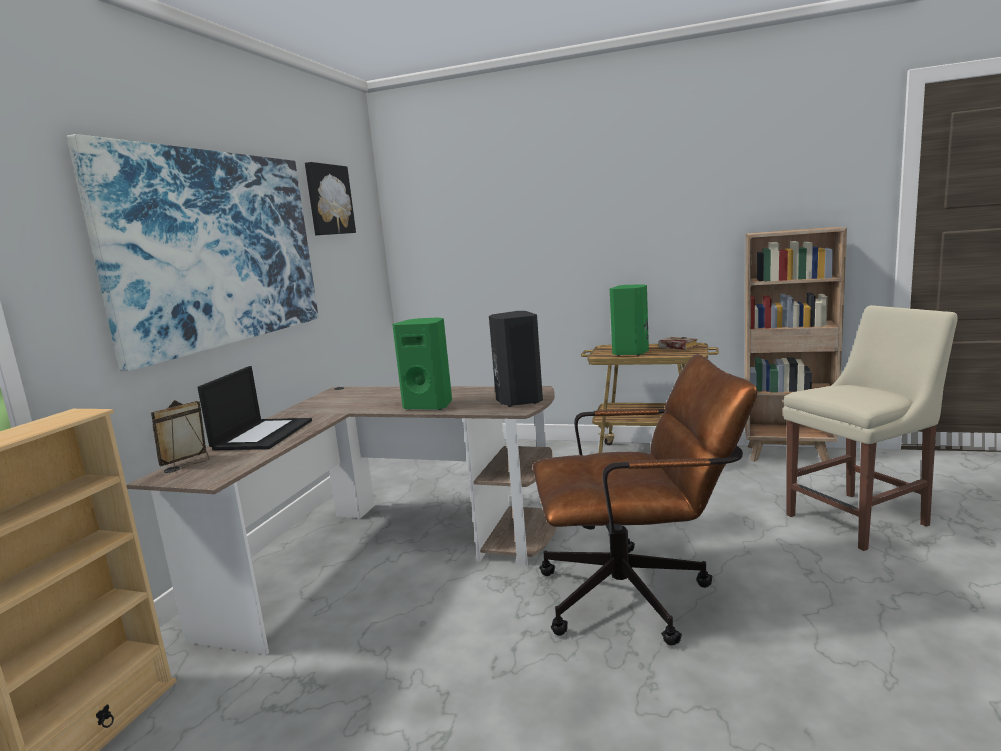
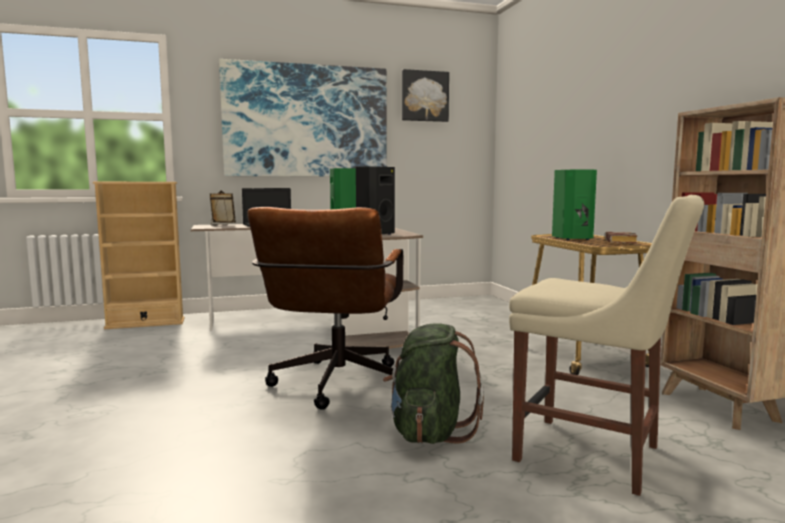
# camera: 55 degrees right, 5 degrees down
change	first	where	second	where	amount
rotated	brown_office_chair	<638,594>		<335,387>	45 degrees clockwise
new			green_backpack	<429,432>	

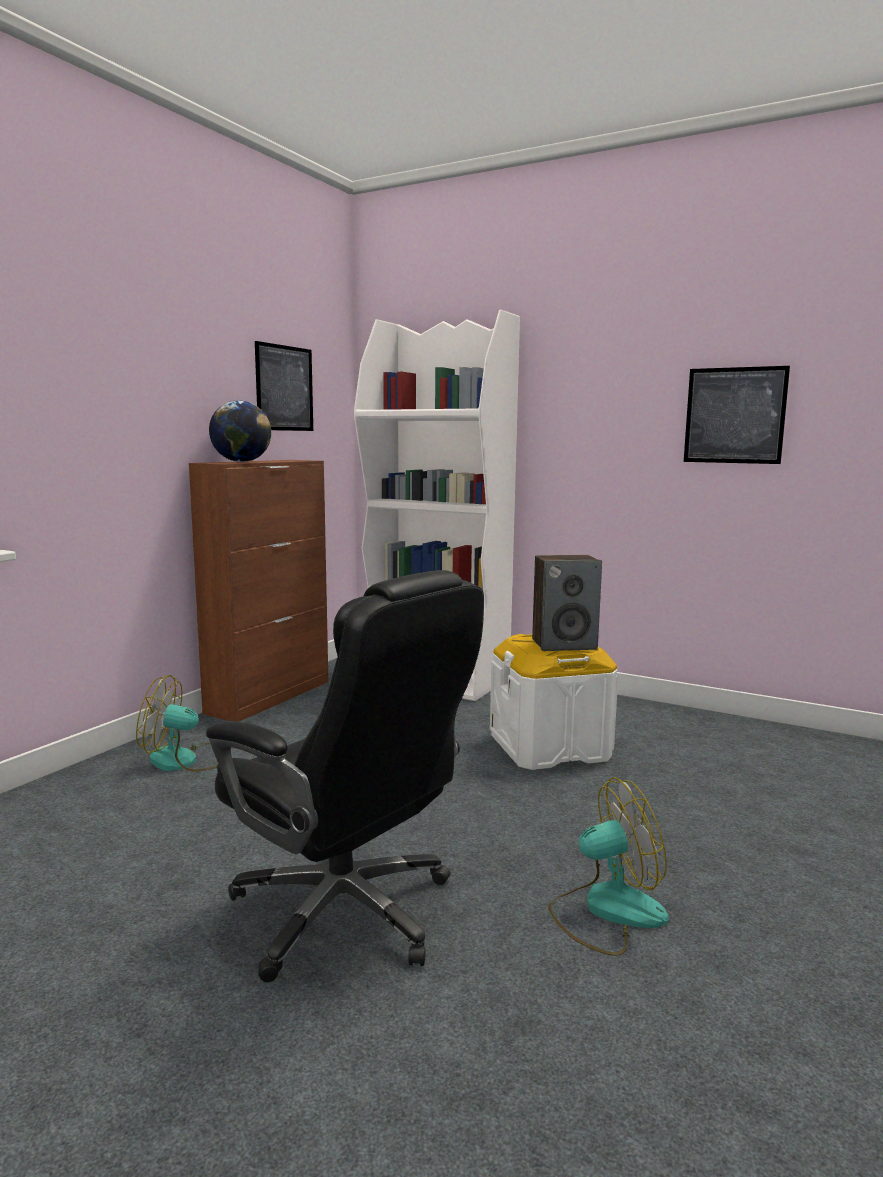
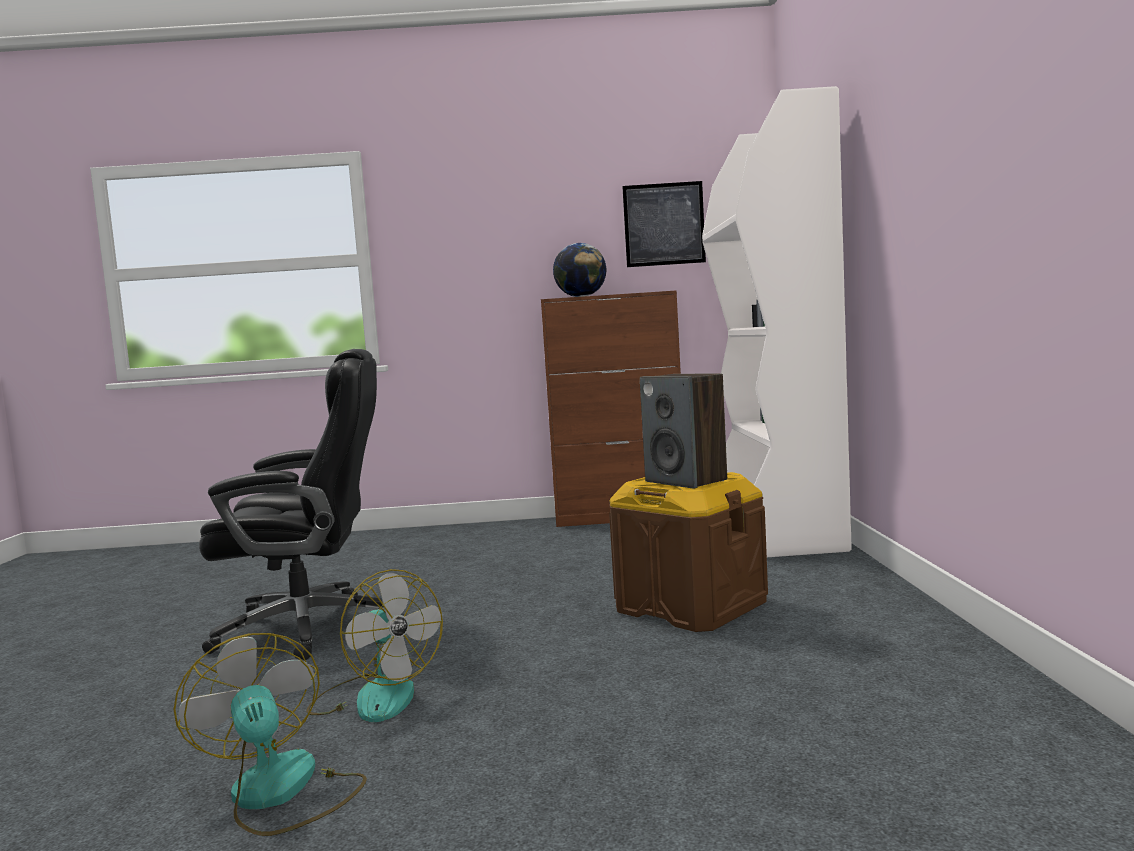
# camera: 60 degrees right, 5 degrees down
change	first	where	second	where	amount
shifted	fan	<185,760>		<280,793>	
rotated	black_office_chair	<347,913>		<309,627>	105 degrees counterclockwise
repainted	white_storage_box	<549,747>	brown_storage_box	<691,606>	
gone	picture	<734,415>			

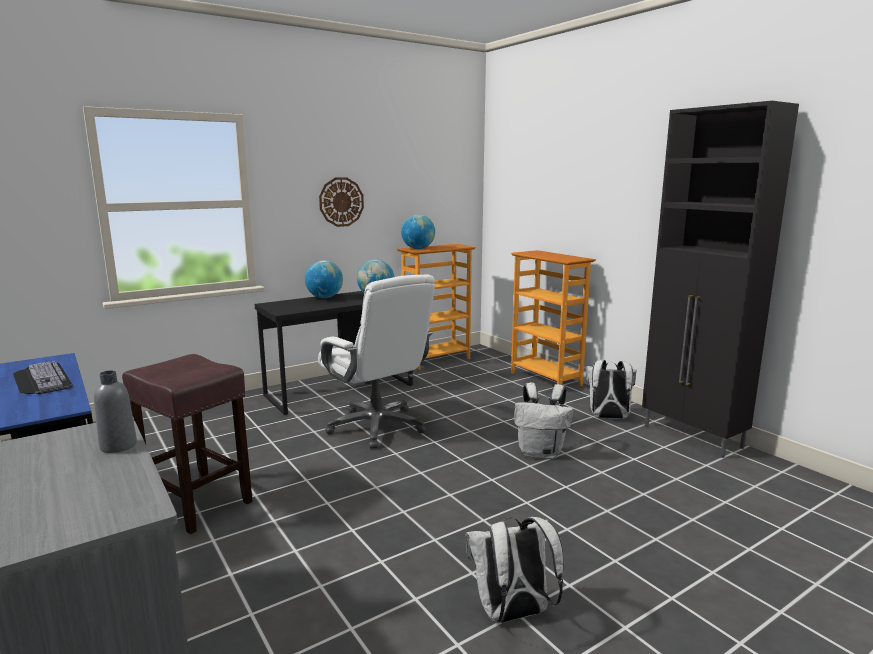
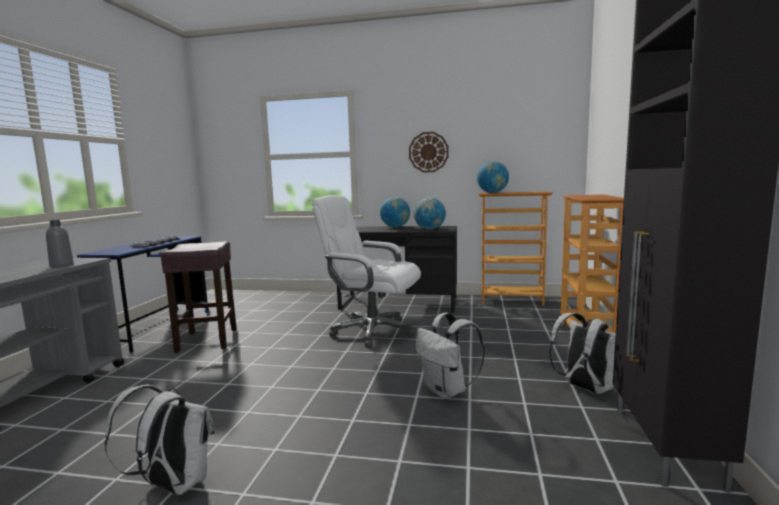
# camera: 45 degrees right, 5 degrees down
change	first	where	second	where	amount
rotated	white_office_chair	<377,427>		<371,332>	105 degrees clockwise

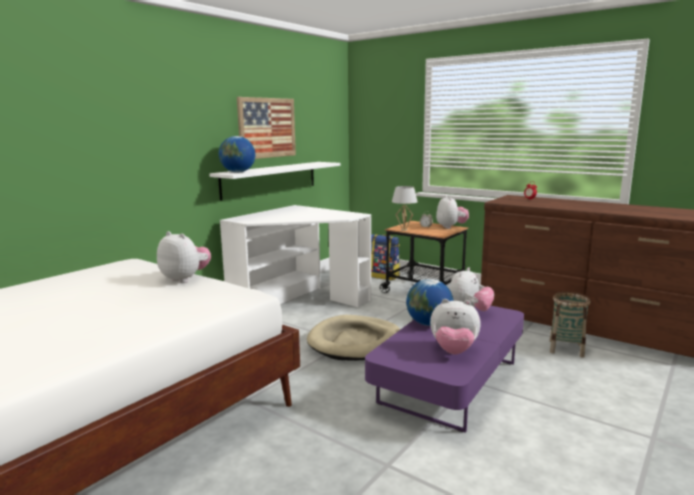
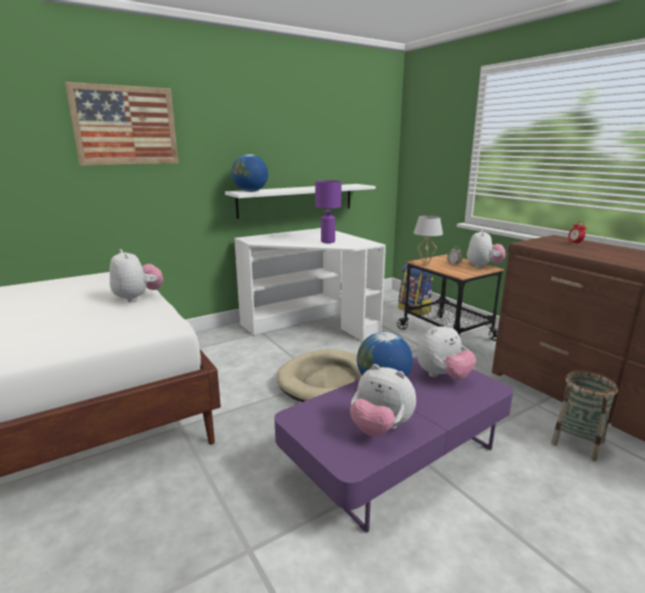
# camera: 20 degrees right, 5 degrees up
change	first	where	second	where	amount
shifted	picture	<267,128>		<125,126>	
new			purple_table_lamp	<328,242>	

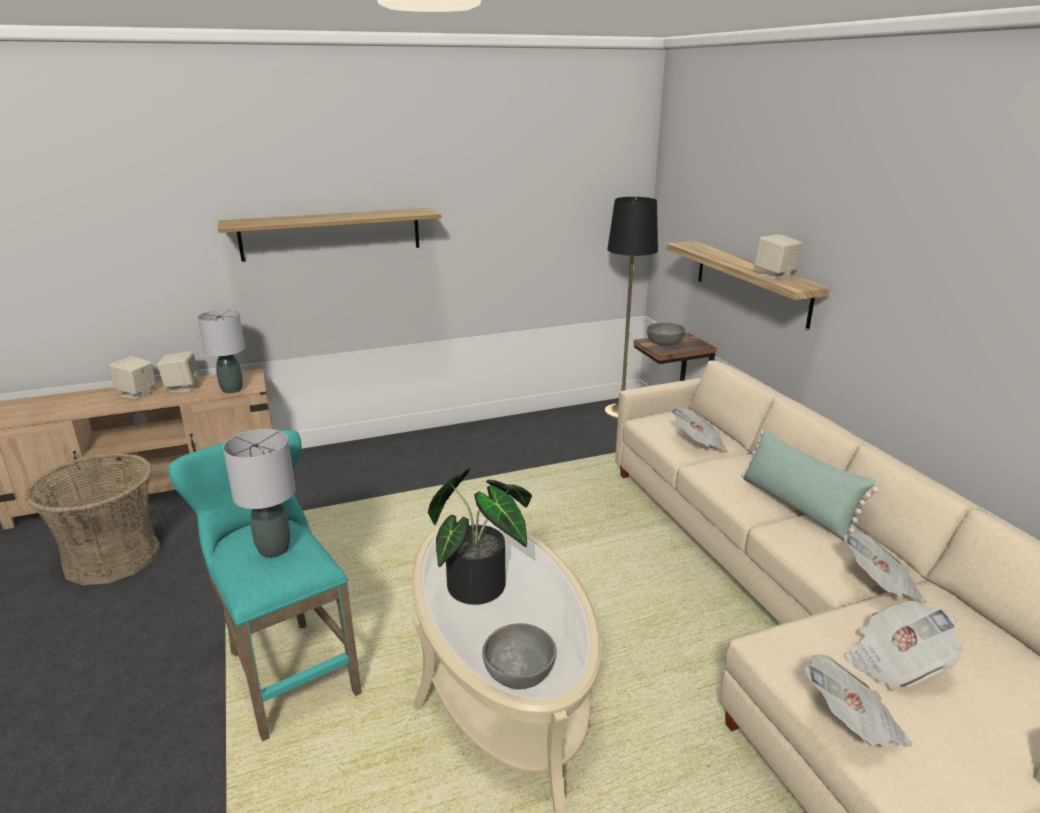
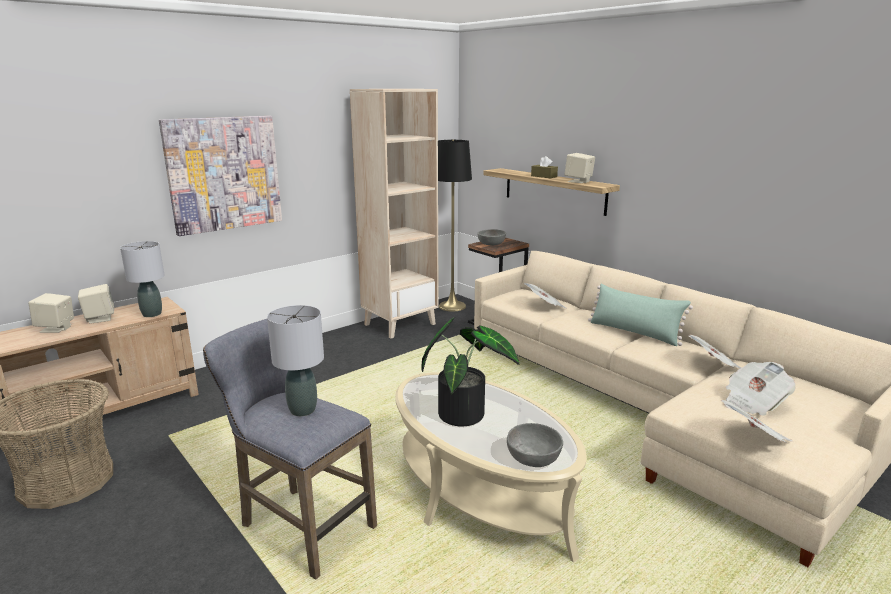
# camera: 20 degrees left, 5 degrees down
change	first	where	second	where	amount
swapped	shelf	<331,234>	picture	<224,173>	
repainted	turquoise_stool	<287,669>	grey_stool	<301,525>	
new			beige_bookcase	<400,324>	
new			brown_tissue_box	<544,176>	

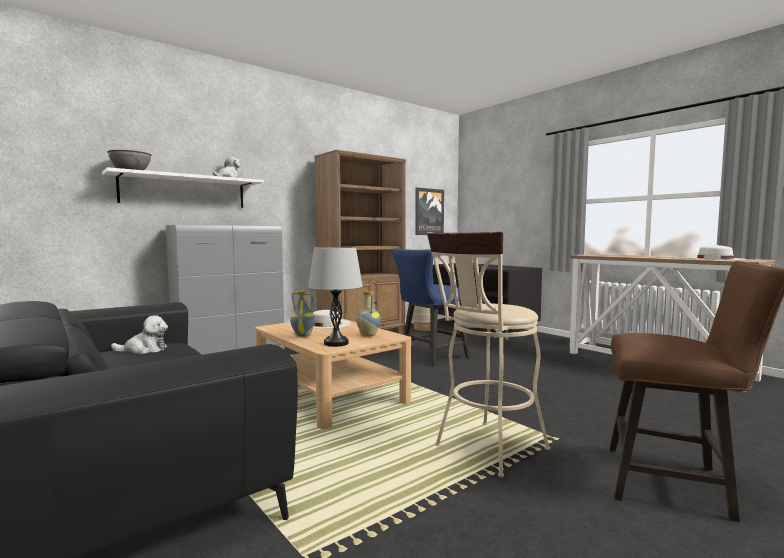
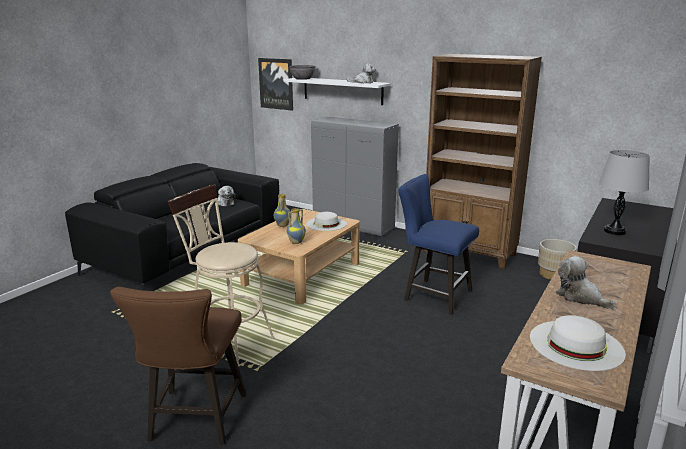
# camera: 70 degrees right, 15 degrees up
change	first	where	second	where	amount
shifted	picture	<429,212>		<276,84>	
new			plush_toy	<580,297>	
shifted	grey_table_lamp	<336,343>		<614,231>	

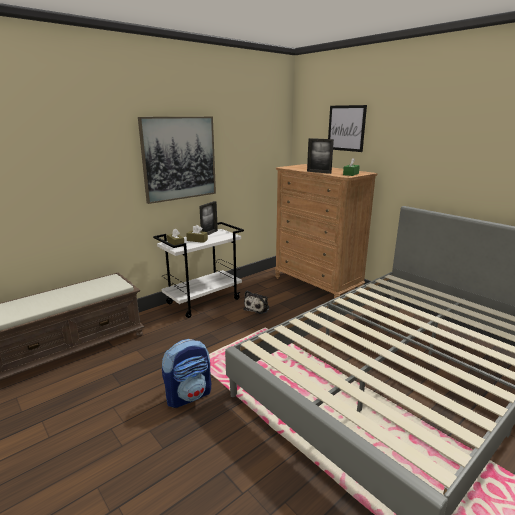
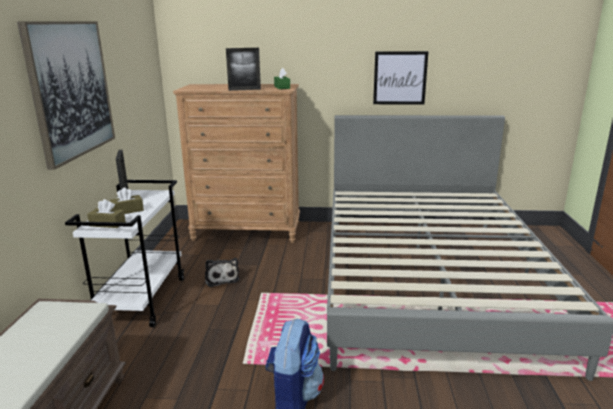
# camera: 45 degrees left, 0 degrees up
change	first	where	second	where	amount
shifted	picture	<346,128>		<400,78>	

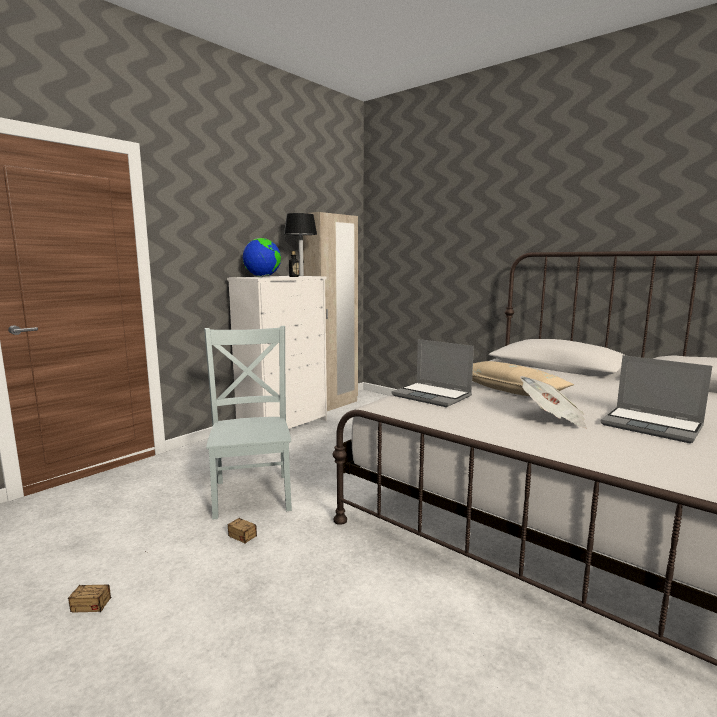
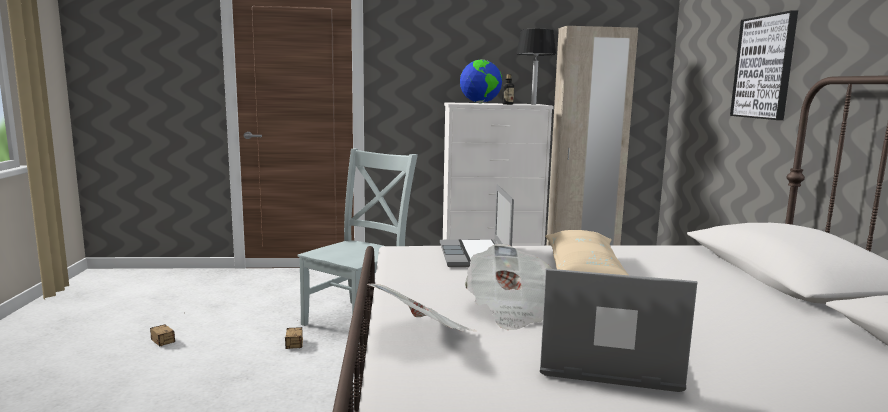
# camera: 45 degrees right, 0 degrees up
change	first	where	second	where	amount
new			newspaper	<422,336>	
rotated	laptop	<653,426>		<606,362>	105 degrees clockwise
new			picture	<764,67>	

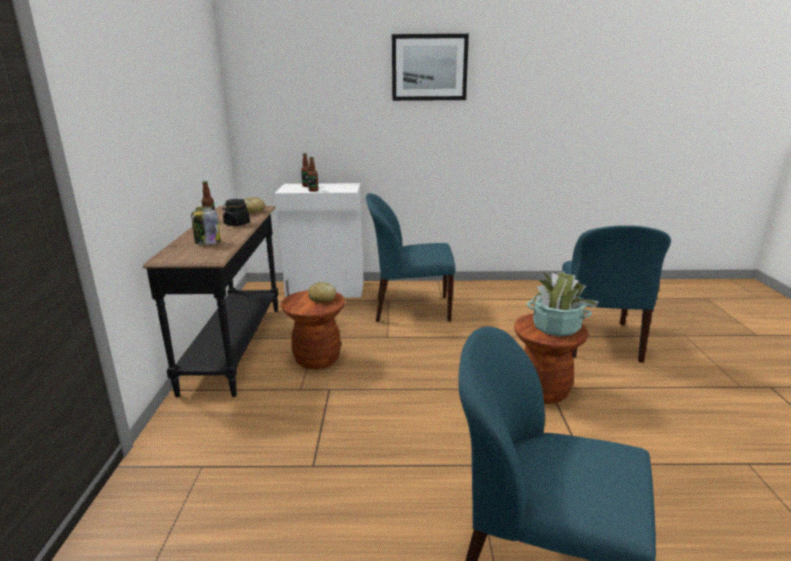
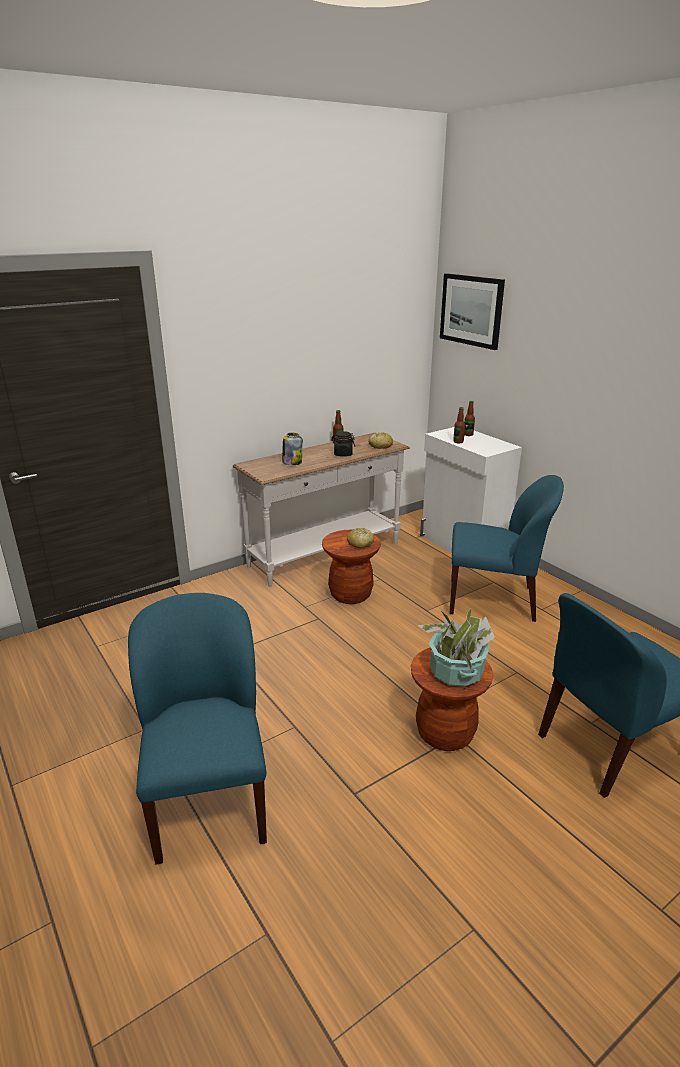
# camera: 55 degrees right, 5 degrees up
change	first	where	second	where	amount
repainted	black_console_table	<236,347>	white_console_table	<325,555>	
shifted	picture	<429,67>		<471,310>	
rotated	blue_chair	<410,309>		<493,600>	135 degrees clockwise

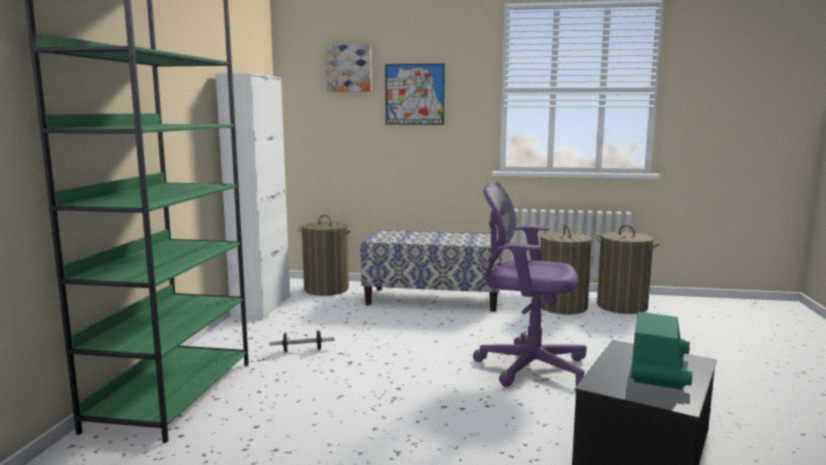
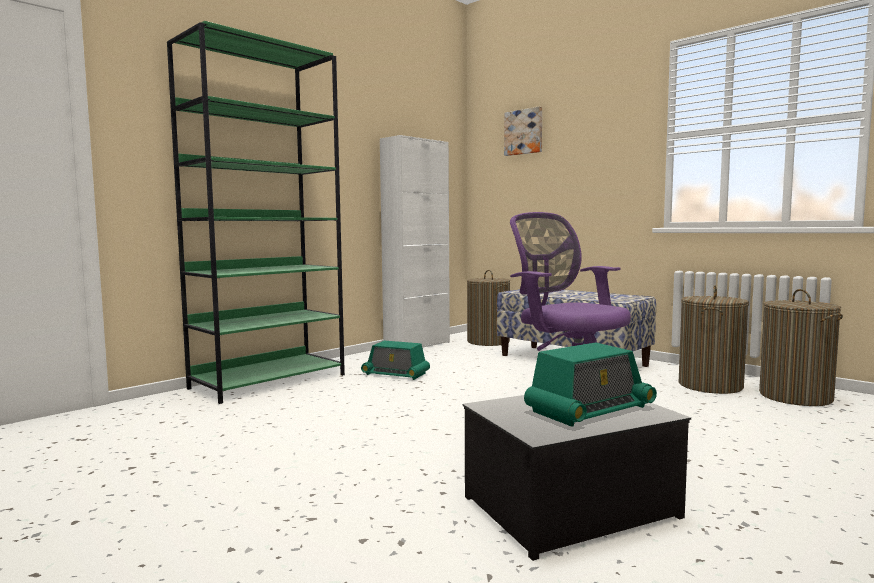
# camera: 35 degrees right, 5 degrees down
change	first	where	second	where	amount
swapped	dumbbell	<302,350>	radio	<395,374>	
gone	picture	<414,94>			

